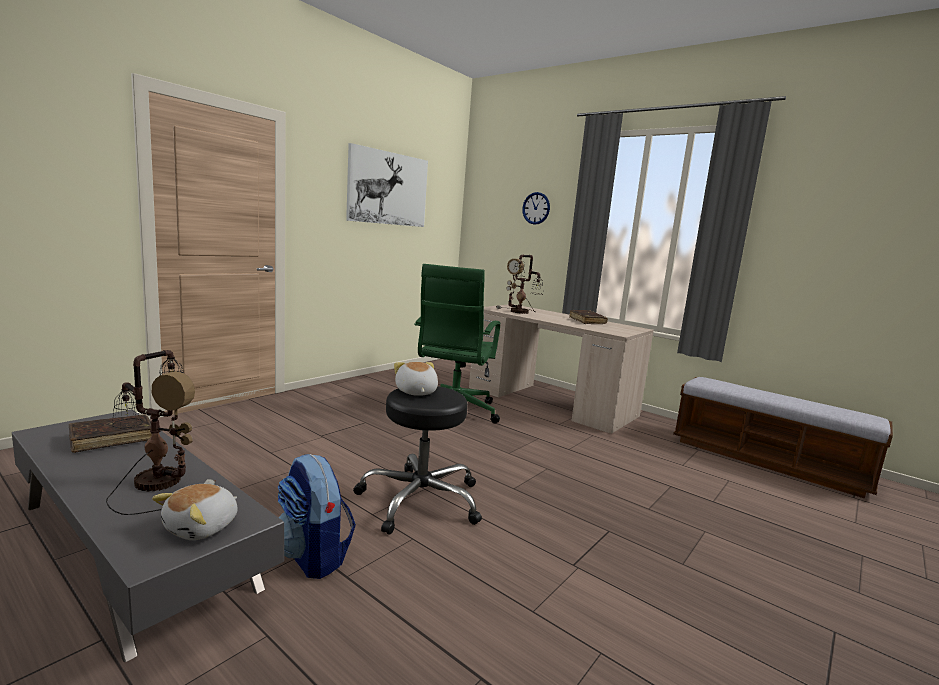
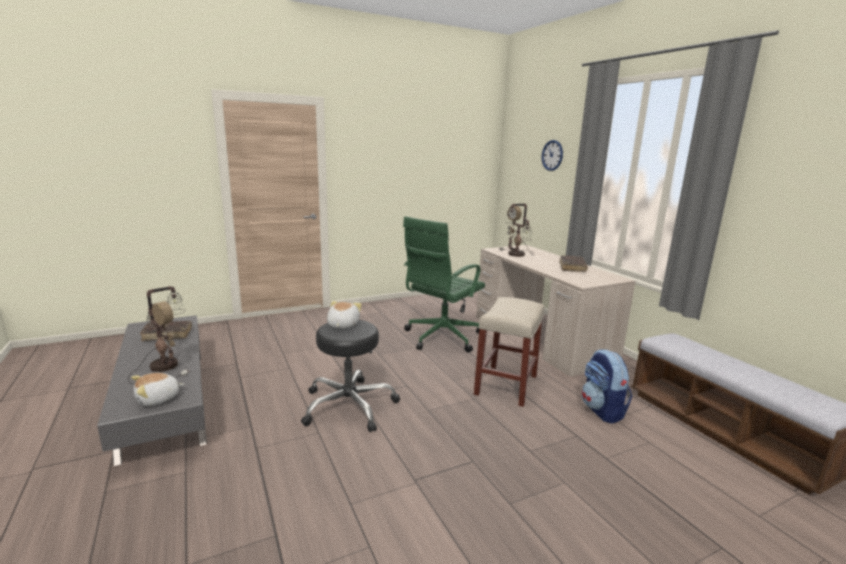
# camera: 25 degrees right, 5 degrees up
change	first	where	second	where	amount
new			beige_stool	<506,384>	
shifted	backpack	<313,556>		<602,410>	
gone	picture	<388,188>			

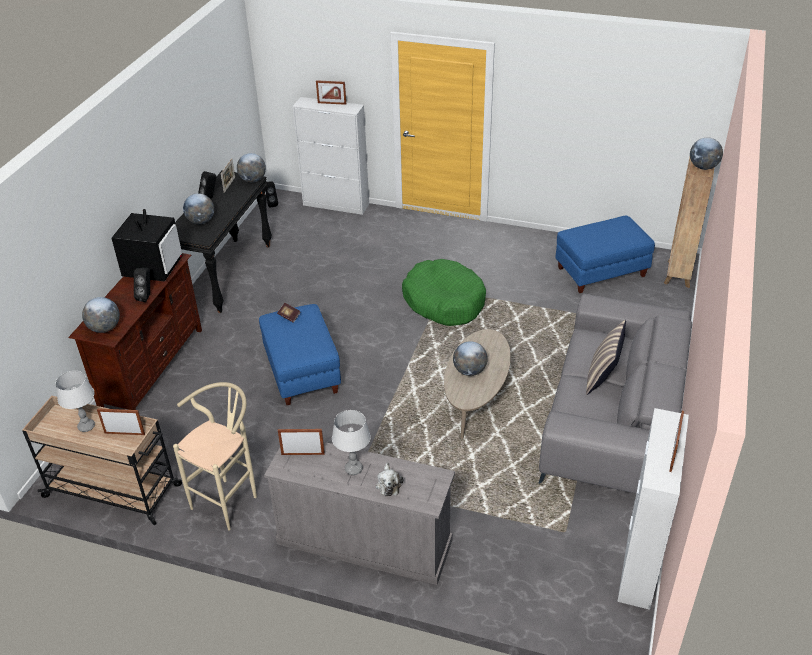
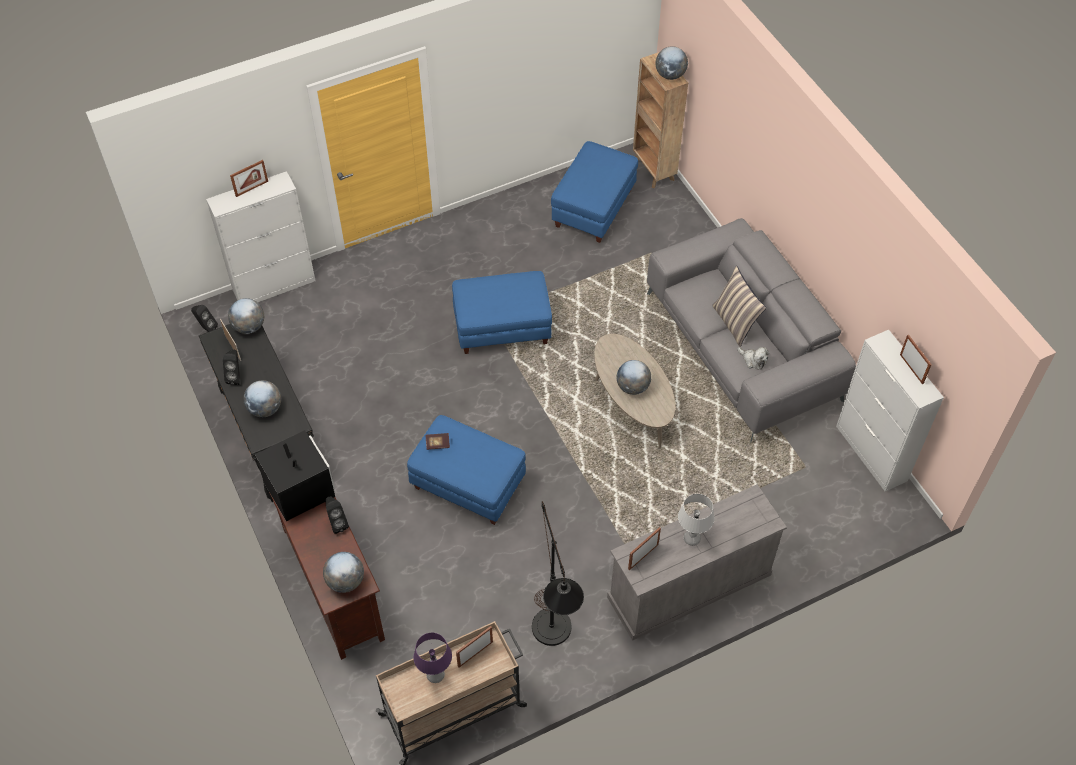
# camera: 45 degrees left, 15 degrees up
change	first	where	second	where	amount
repainted	grey_table_lamp	<86,426>	purple_table_lamp	<435,675>	
swapped	green_dog_bed	<444,301>	blue_ottoman	<502,328>	
swapped	beige_stool	<229,499>	black_floor_lamp	<553,638>	
shifted	plush_toy	<388,484>		<753,360>	

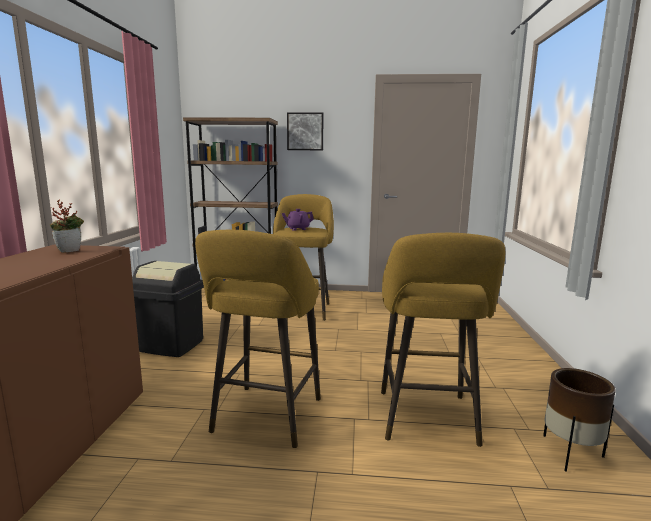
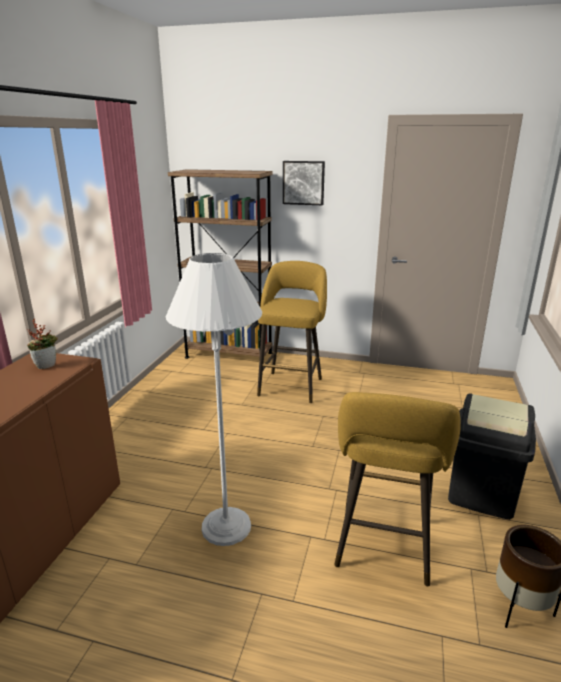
# camera: 10 degrees right, 10 degrees up
change	first	where	second	where	amount
swapped	yellow_stool	<265,418>	white_floor_lamp	<226,526>	
shifted	black_trash_can	<171,345>		<481,494>	
gone	purple_teapot	<297,229>			

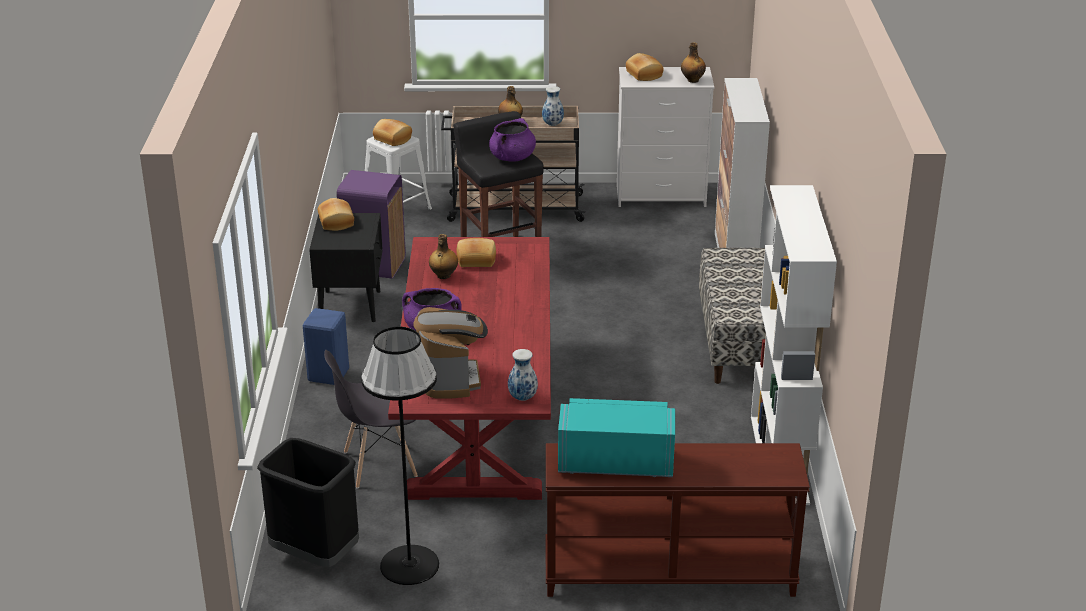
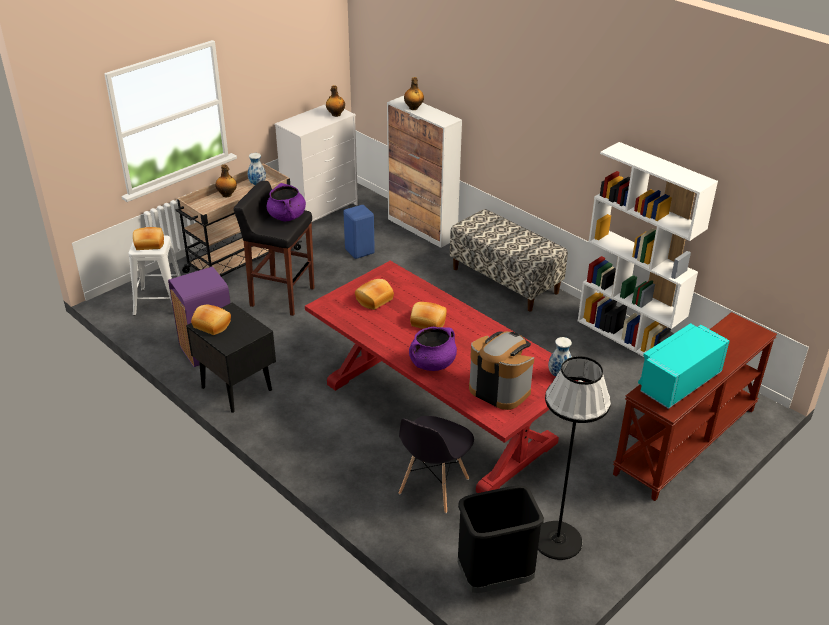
# camera: 45 degrees left, 5 degrees up
change	first	where	second	where	amount
shifted	blue_stool	<328,374>		<358,251>	
shifted	bottle	<443,276>		<413,108>	
shifted	bread	<643,74>		<428,322>	

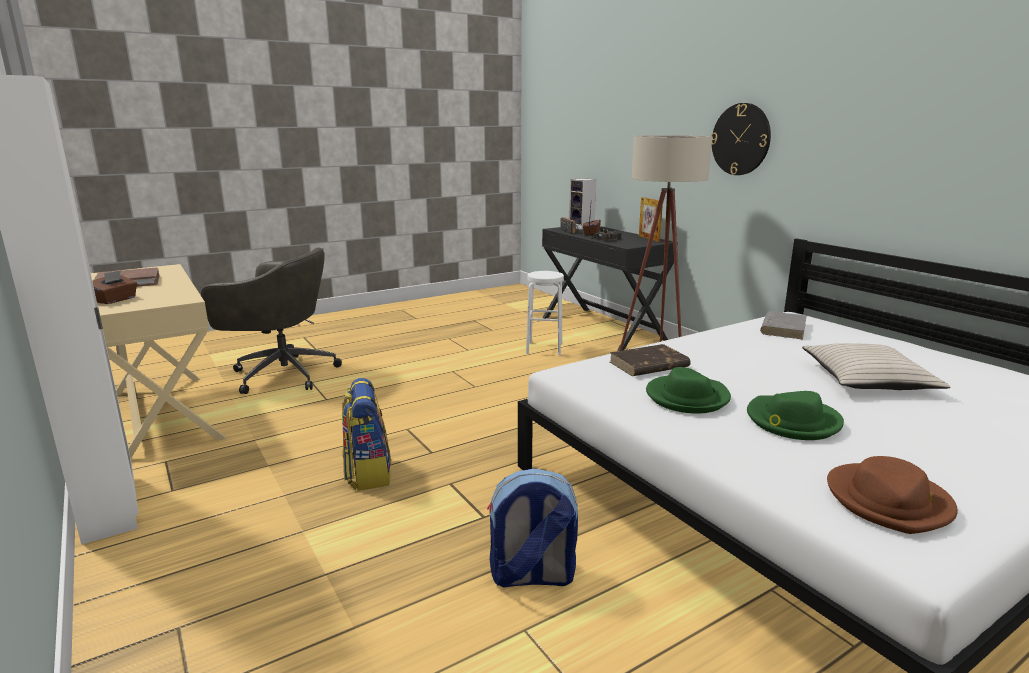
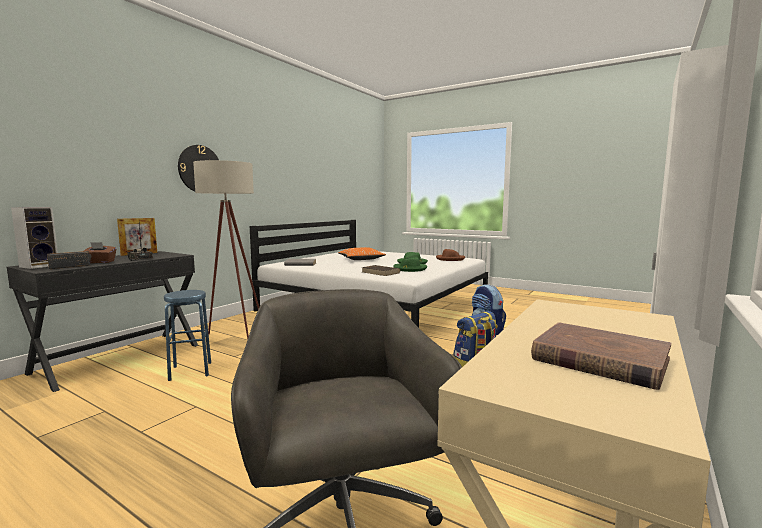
# camera: 115 degrees left, 10 degrees down
change	first	where	second	where	amount
repainted	white_stool	<544,348>	blue_stool	<190,371>	
repainted	beige_pillow	<867,379>	orange_pillow	<361,259>	
gone	brown_tissue_box	<116,300>			

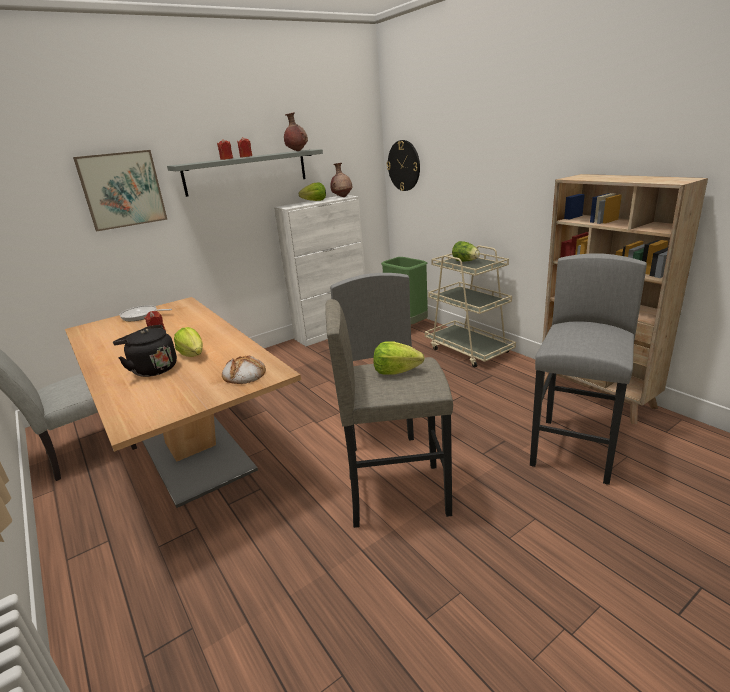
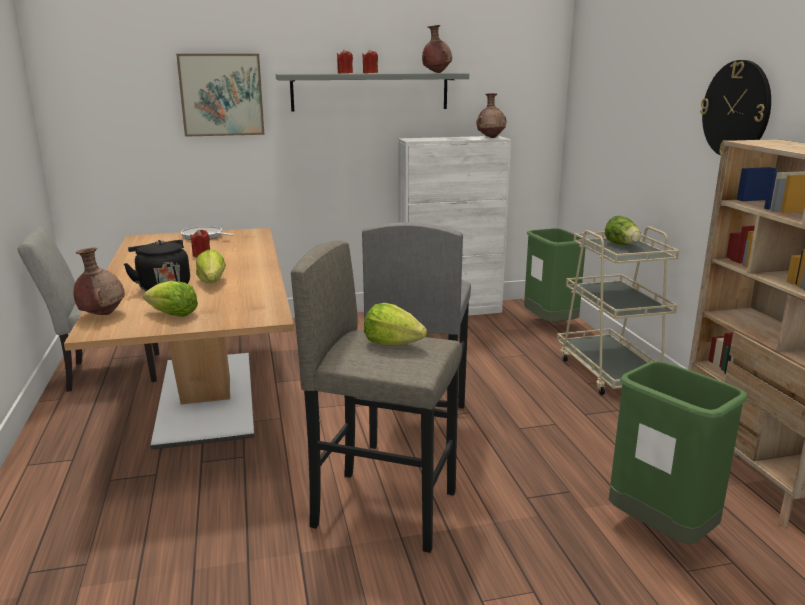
# camera: 20 degrees right, 5 degrees down
change	first	where	second	where	amount
new			brown_vase	<102,315>	
shifted	lettuce	<314,201>		<173,314>	
swapped	grey_stool	<575,449>	green_trash_can	<660,531>	
shifted	wall_clock	<404,165>		<736,109>	
gone	bread	<244,374>			

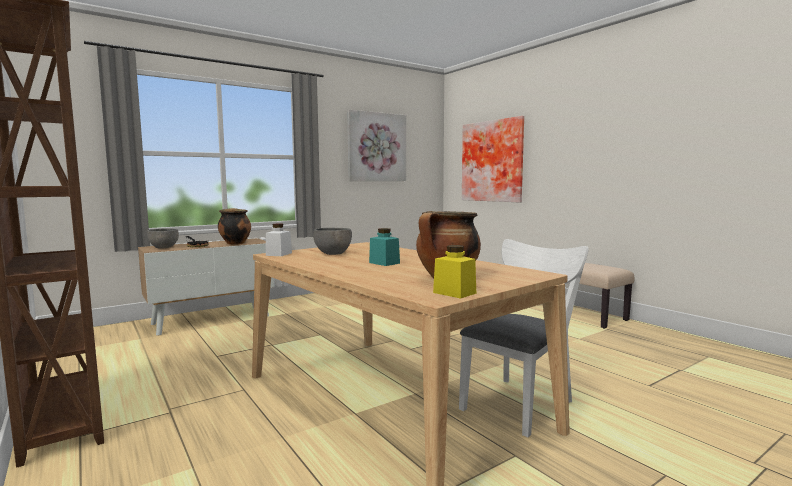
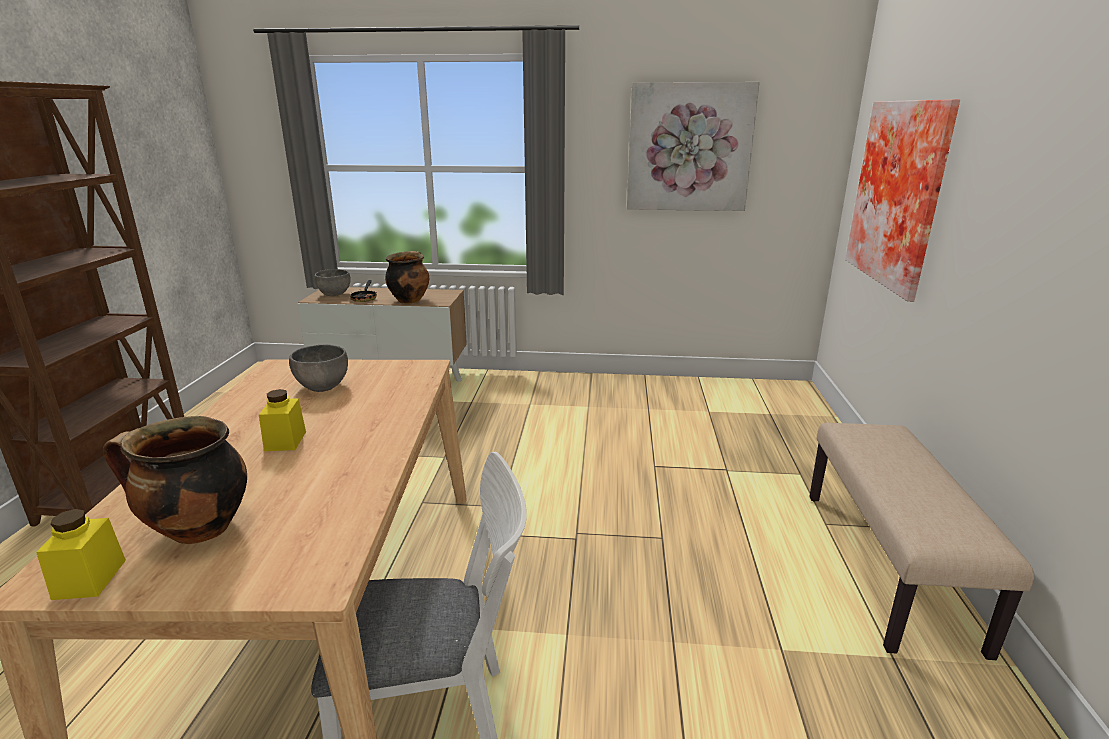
# camera: 40 degrees right, 15 degrees up
change	first	where	second	where	amount
repainted	turquoise_jar	<384,263>	yellow_jar	<285,441>	
gone	white_jar	<279,254>			

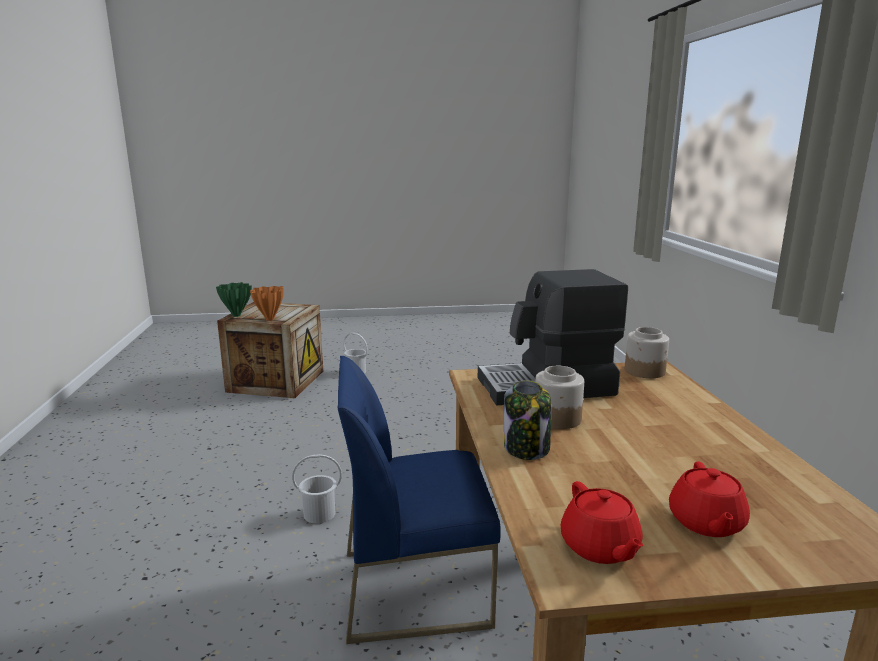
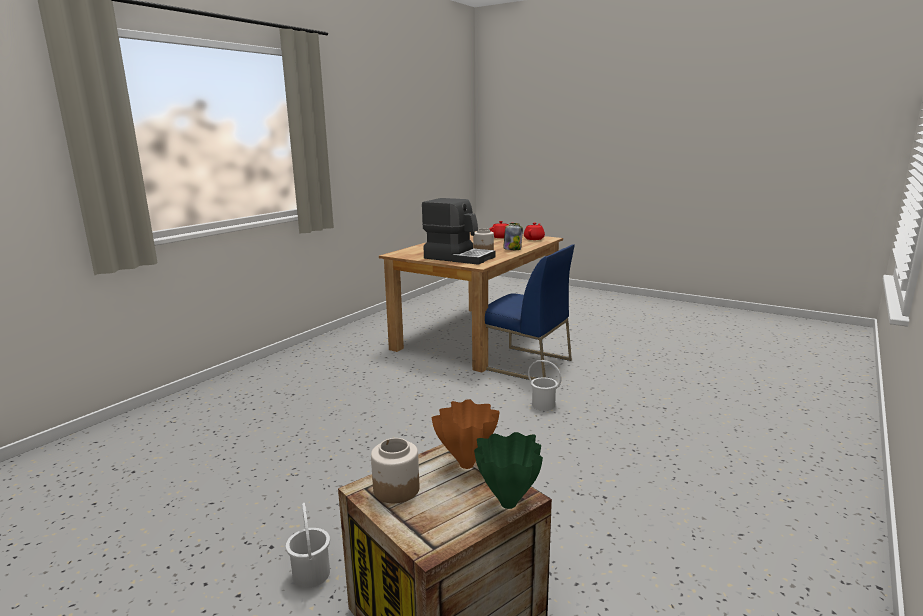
# camera: 140 degrees left, 0 degrees up
change	first	where	second	where	amount
shifted	jar	<645,371>		<396,489>	

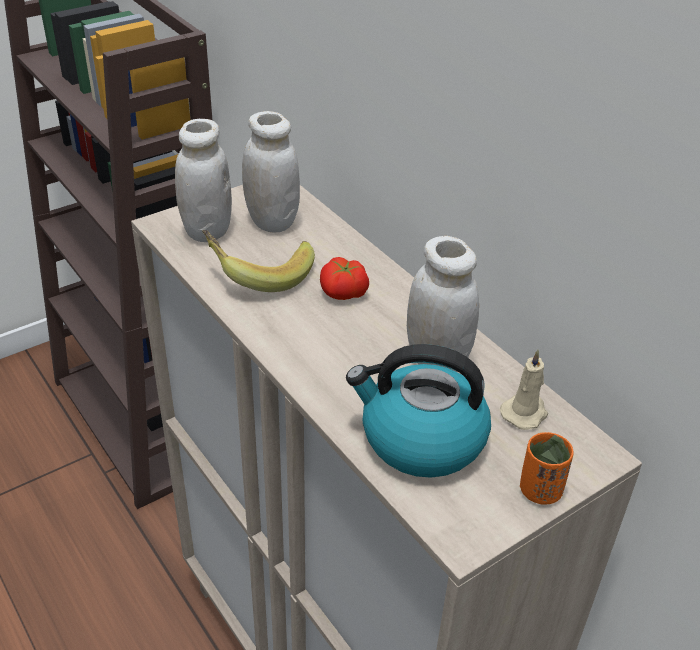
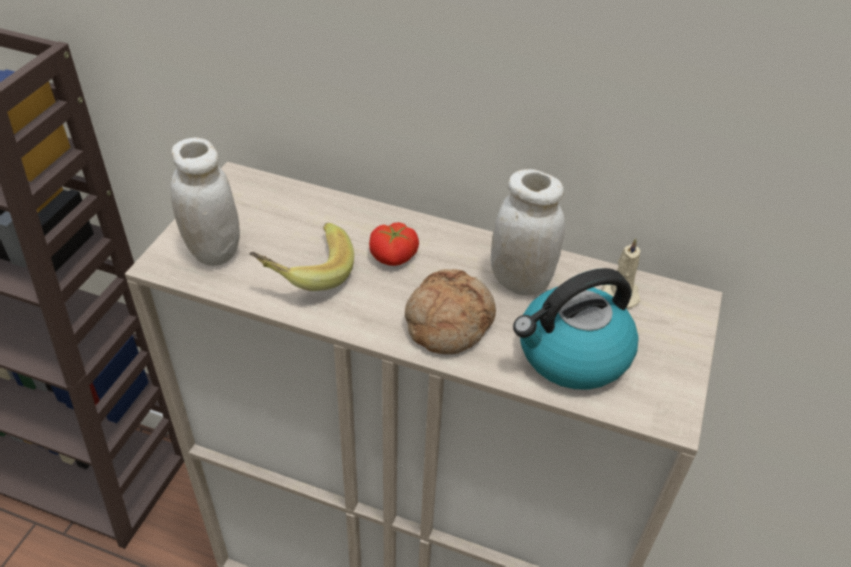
# camera: 35 degrees left, 5 degrees up
change	first	where	second	where	amount
new			bread	<447,321>	
gone	white_jar	<272,221>			
gone	orange_cup	<540,490>			

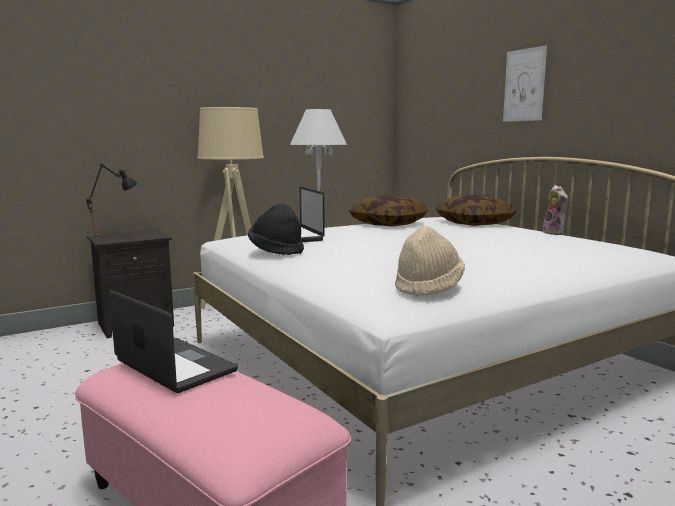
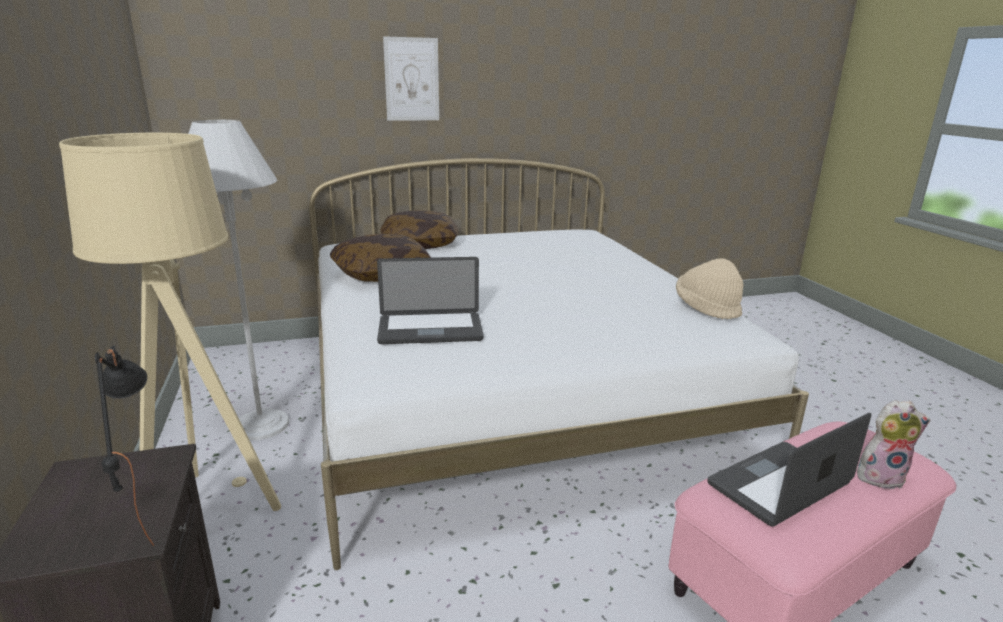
# camera: 75 degrees left, 10 degrees up
change	first	where	second	where	amount
shifted	plush_toy	<555,233>		<880,476>	
gone	black_hat	<276,250>			

